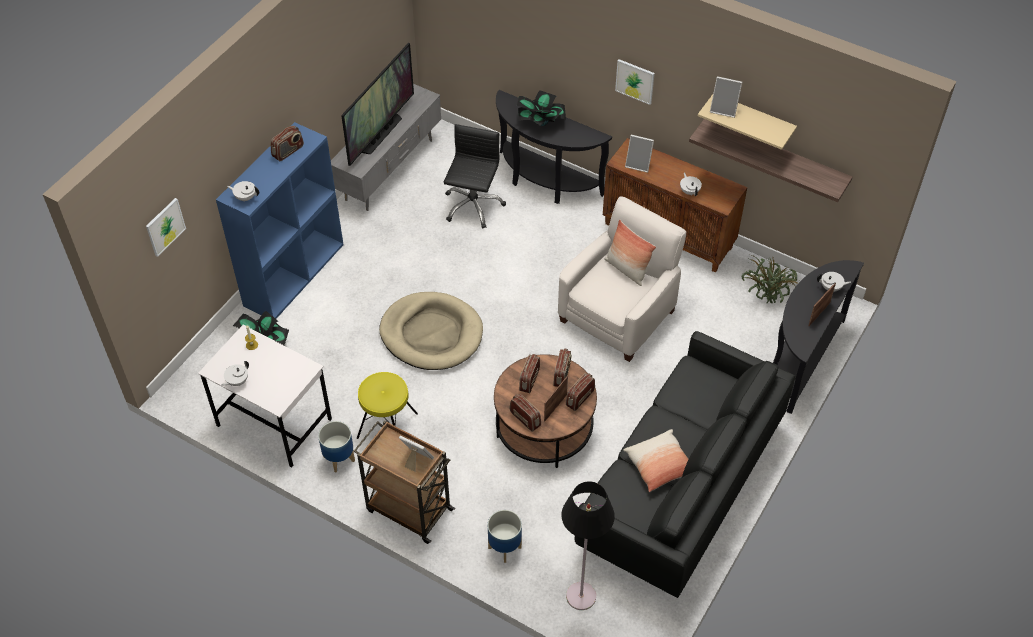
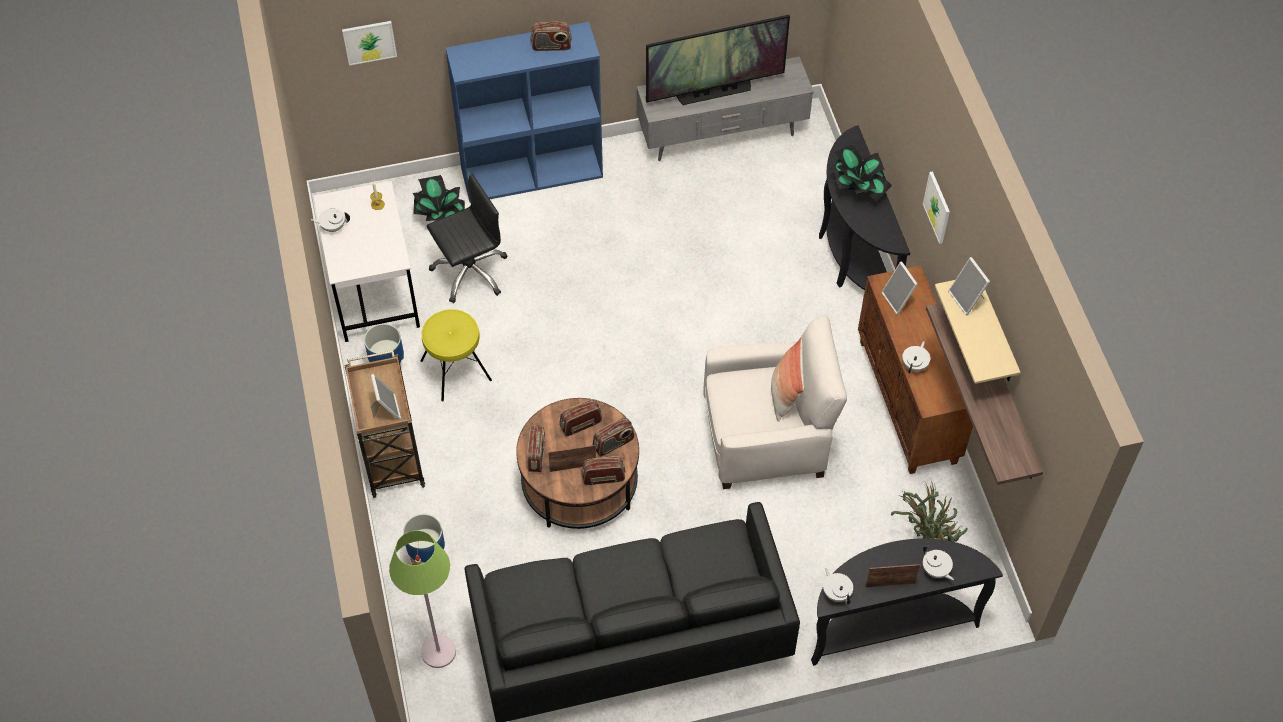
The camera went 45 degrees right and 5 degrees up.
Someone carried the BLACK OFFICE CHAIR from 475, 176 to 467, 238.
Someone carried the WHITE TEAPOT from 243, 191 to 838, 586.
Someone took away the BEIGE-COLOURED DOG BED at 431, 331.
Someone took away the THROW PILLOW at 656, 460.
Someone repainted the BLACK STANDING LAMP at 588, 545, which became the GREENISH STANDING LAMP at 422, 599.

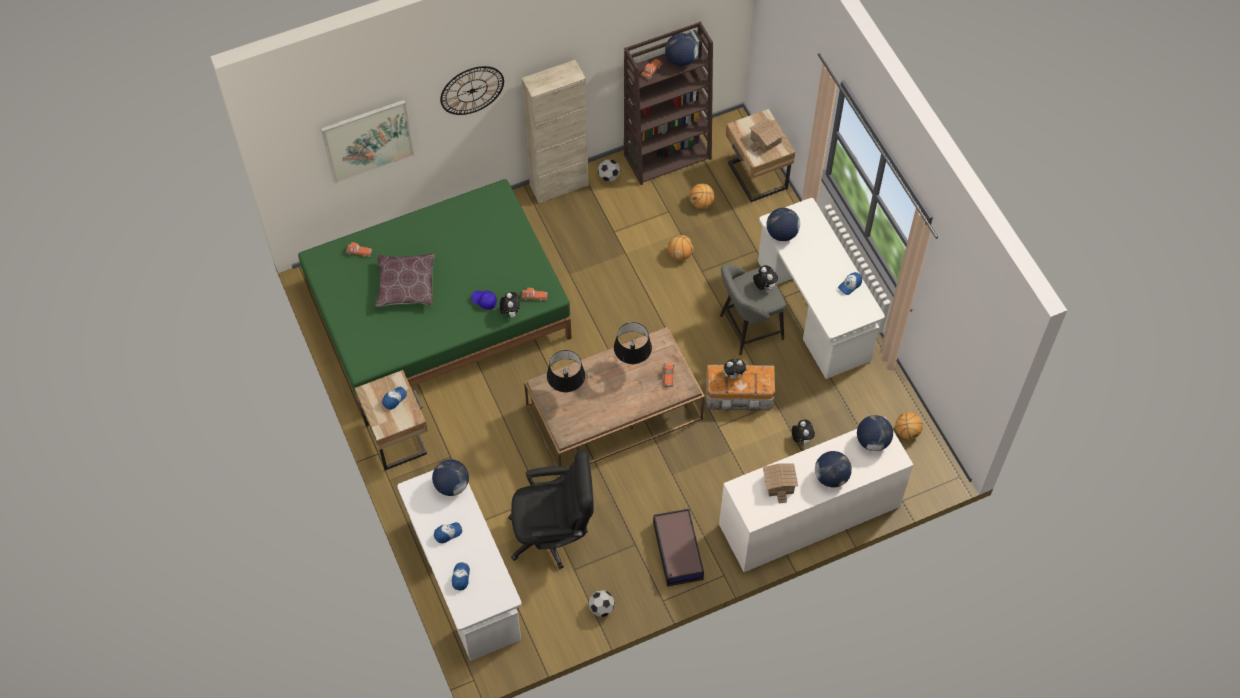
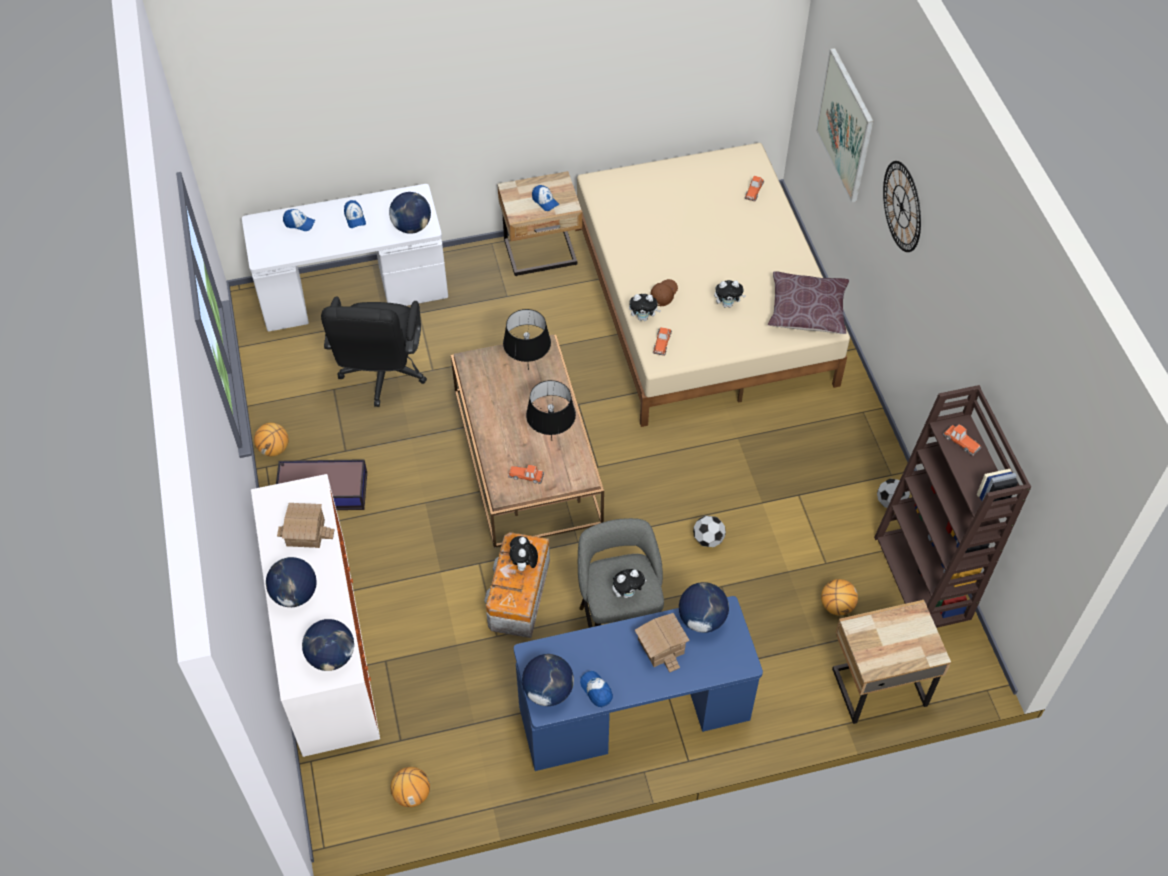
The camera went 100 degrees right and 5 degrees down.
Someone carried the WORLD GLOBE from 681, 50 to 548, 680.
Someone took away the BEIGE-COLOURED CUPBOARD at 555, 131.
Someone carried the TOY HOUSE from 766, 135 to 662, 643.
Someone repainted the GREENISH BED at 435, 298, which became the BEIGE-COLOURED BED at 712, 285.
Someone repainted the WHITE DESK TABLE at 821, 288, which became the BLUE-COLOURED DESK TABLE at 638, 683.
Someone carried the BALL FOR BASKETBALL from 681, 247 to 271, 439.
Someone carried the BROWN THROW PILLOW from 405, 280 to 808, 302.
Someone repainted the BLUE-COLOURED PEAKED CAP at 484, 300, which became the BROWN PEAKED CAP at 664, 292.
Someone carried the PLUSH TOY from 803, 432 to 730, 294.
Someone carried the BALL FOR FOOTBALL from 601, 603 to 709, 531.

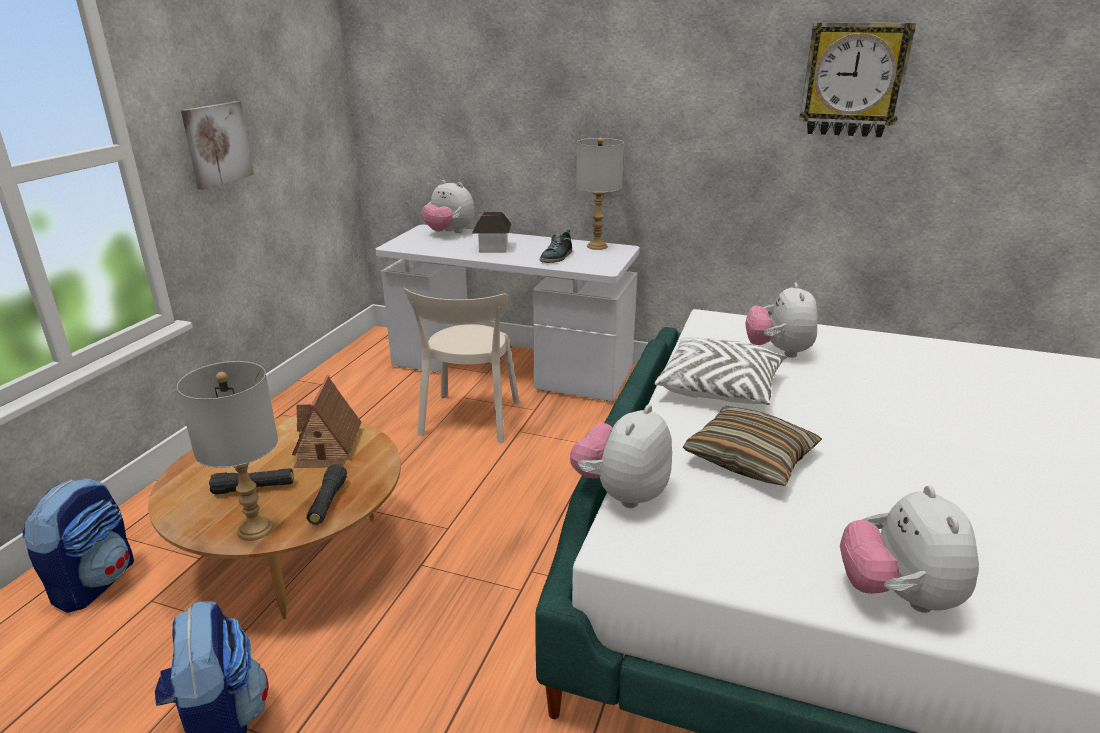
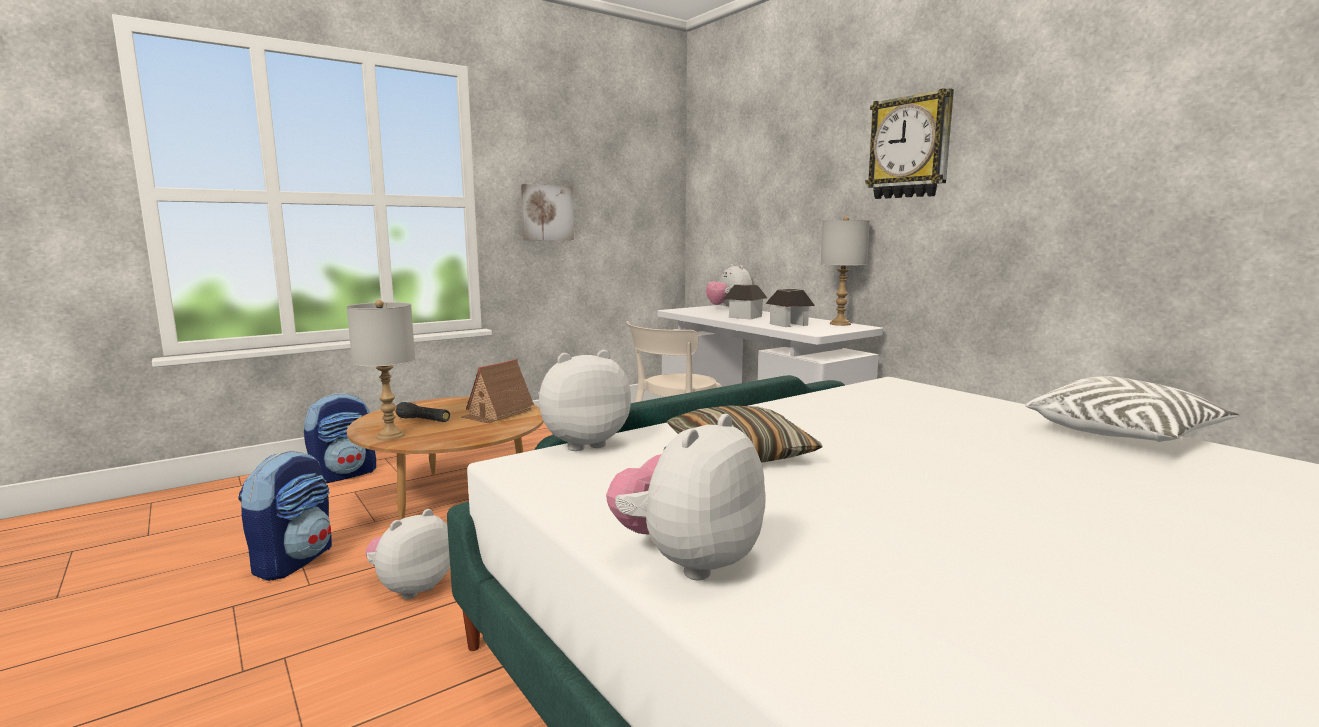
The camera went 35 degrees right and 15 degrees down.
Someone carried the WALL CLOCK from 857, 79 to 909, 143.
Someone swapped the LOW SHOE at 556, 246 for the TOY HOUSE at 790, 308.
Someone carried the PLUSH TOY from 781, 320 to 407, 554.
Someone carried the WHITE THROW PILLOW from 721, 371 to 1133, 409.
Someone took away the BLACK HAND TORCH at 327, 494.

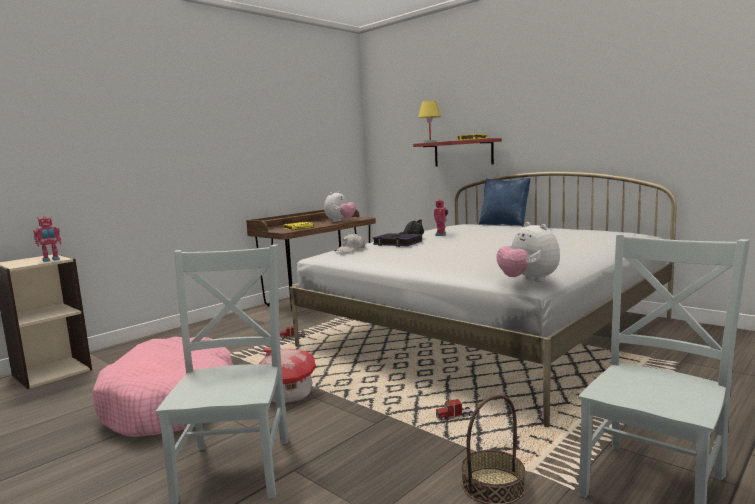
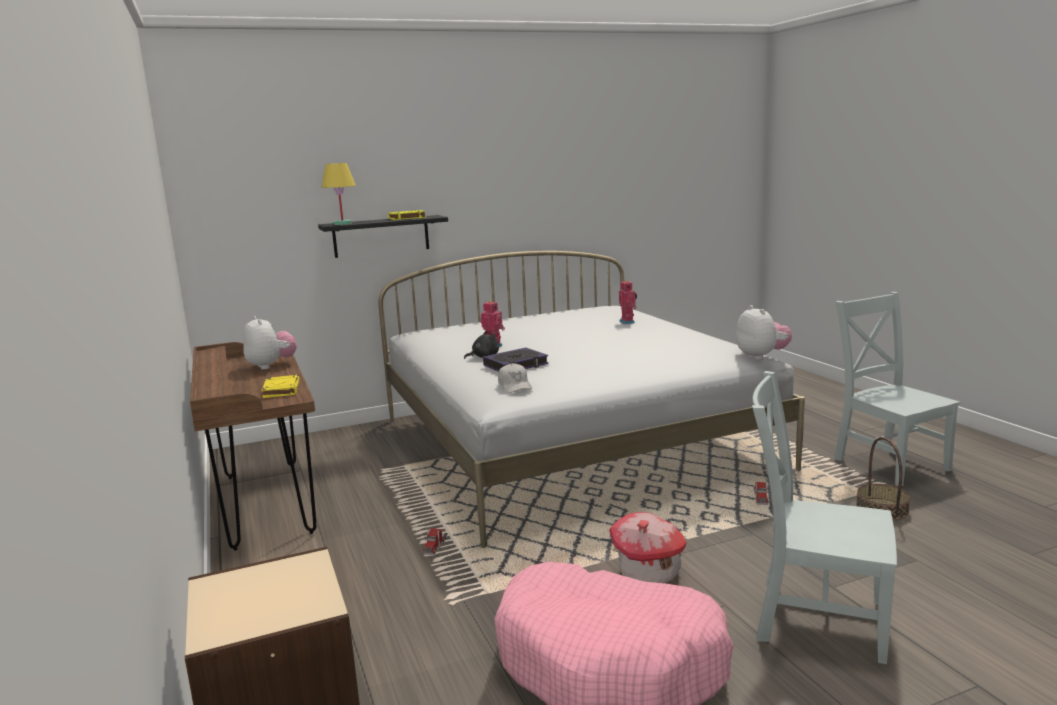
The camera went 65 degrees left and 5 degrees up.
Someone repainted the RED-COLOURED WALL SHELF at 457, 152, which became the BLACK WALL SHELF at 383, 236.
Someone took away the BLUE-COLOURED THROW PILLOW at 505, 202.
Someone carried the MODEL ROBOT from 47, 239 to 628, 302.
Someone rotated the PLUSH TOY at 528, 252 by 105 degrees counterclockwise.

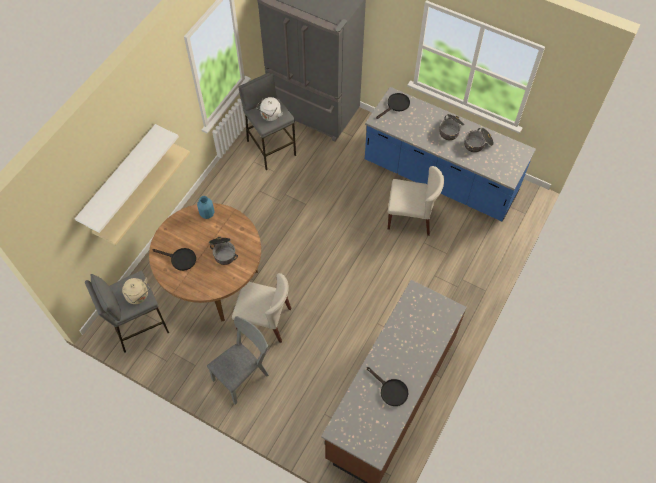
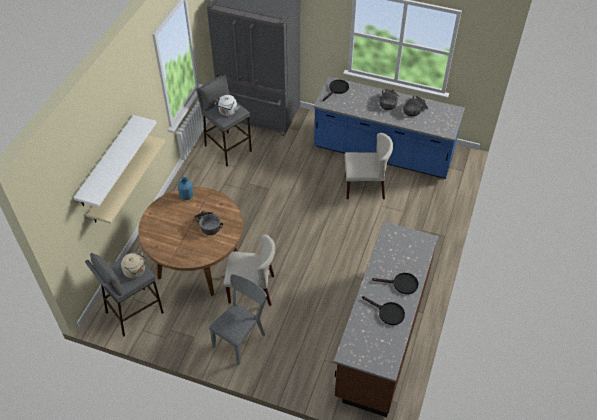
The camera went 10 degrees left and 10 degrees down.
Someone carried the BLACK FRYING PAN from 174, 259 to 395, 283.

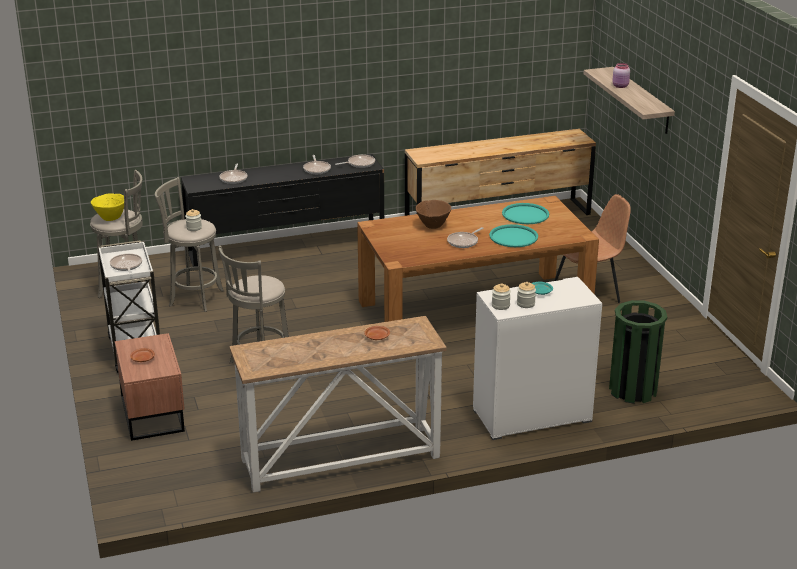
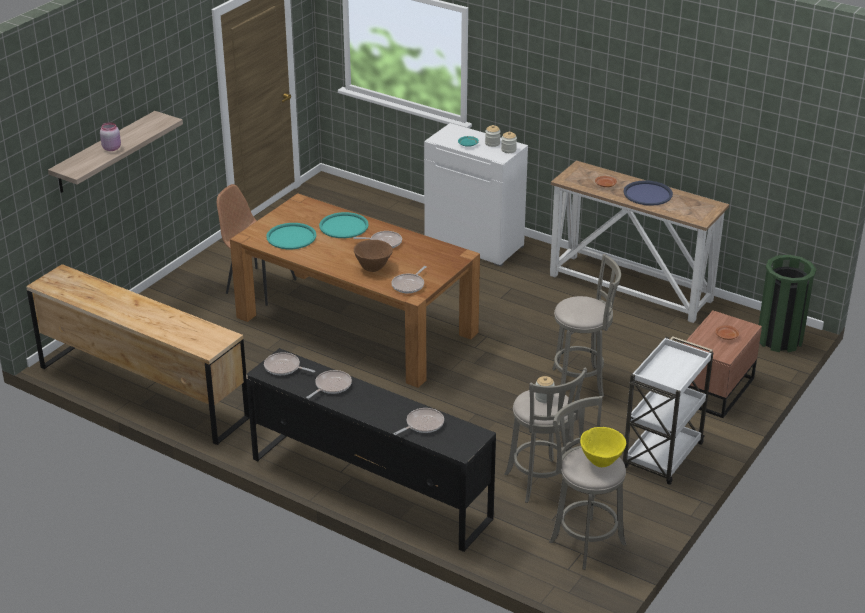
The camera went 130 degrees left and 5 degrees up.
Someone carried the FRYING PAN from 126, 265 to 409, 279.
Someone carried the GREENISH RUBBISH BIN from 638, 352 to 787, 303.
Someone put down the BLUE-COLOURED CARRYING TRAY at 648, 193.

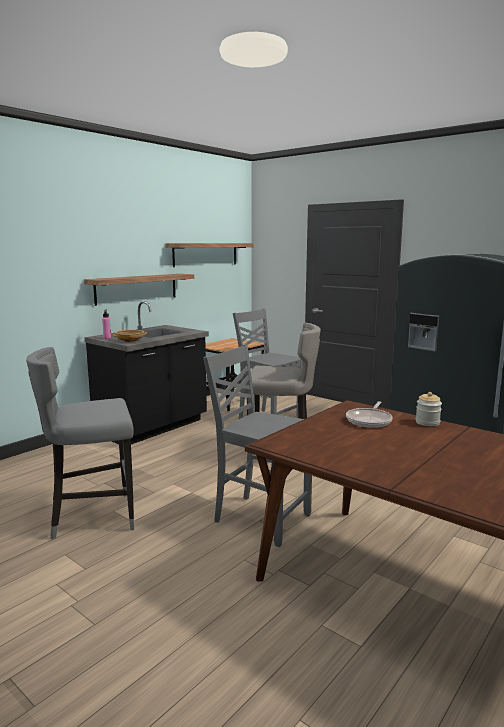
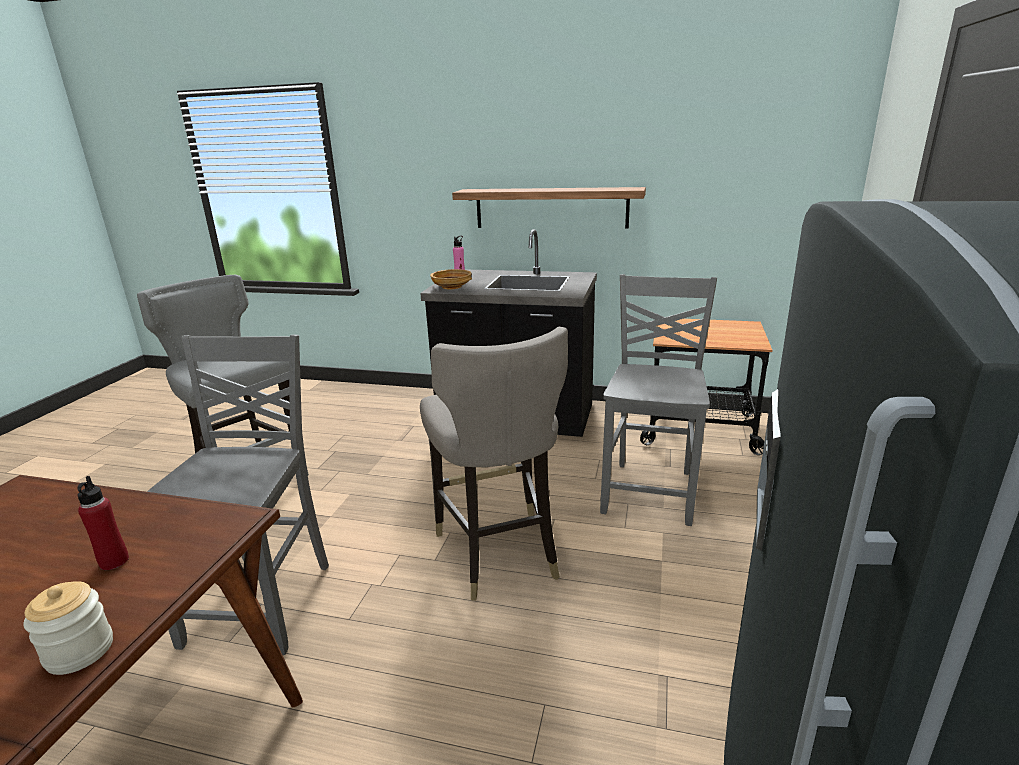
The camera went 65 degrees right and 10 degrees up.
Someone took away the WALL SHELF at 209, 255.
Someone swapped the FRYING PAN at 369, 414 for the RED-COLOURED BEVERAGE BOTTLE at 103, 523.

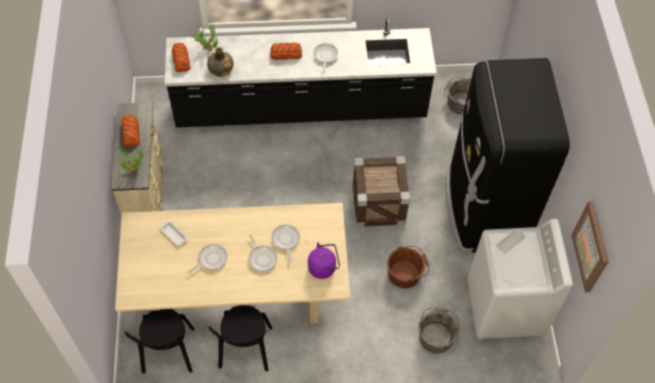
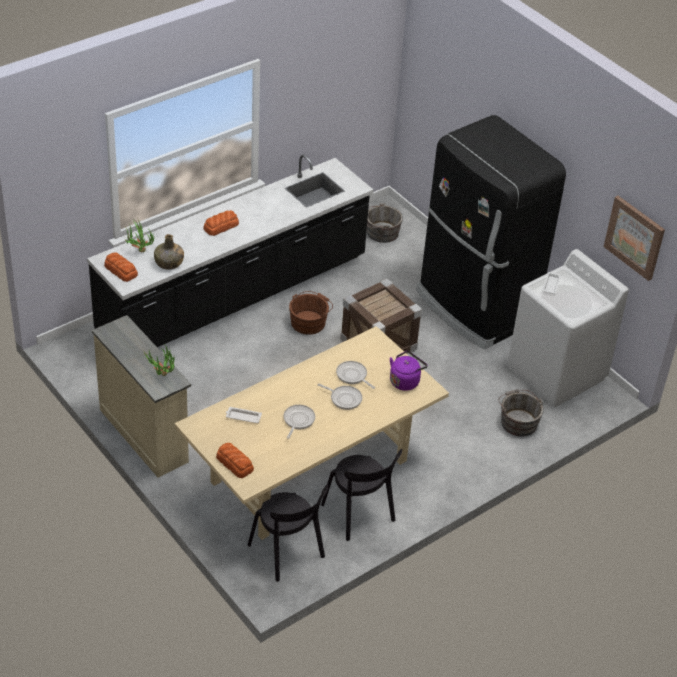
The camera went 35 degrees left and 15 degrees down.
Someone took away the FRYING PAN at 325, 58.
Someone carried the BREAD from 131, 131 to 235, 460.
Someone carried the BROWN BUCKET from 408, 267 to 311, 313.

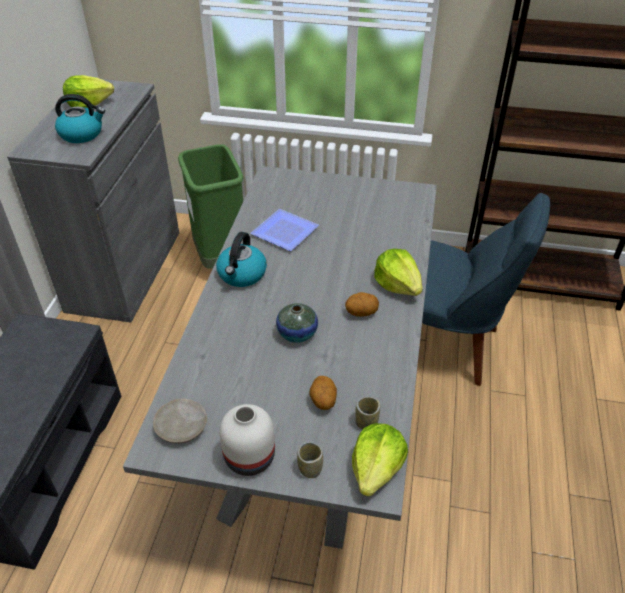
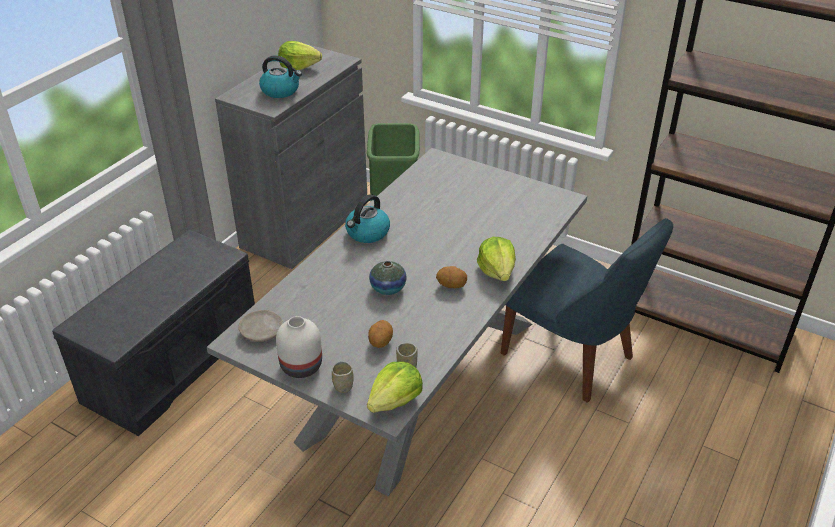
The camera went 20 degrees right and 5 degrees down.
Someone took away the FLAT DISH at 285, 230.

